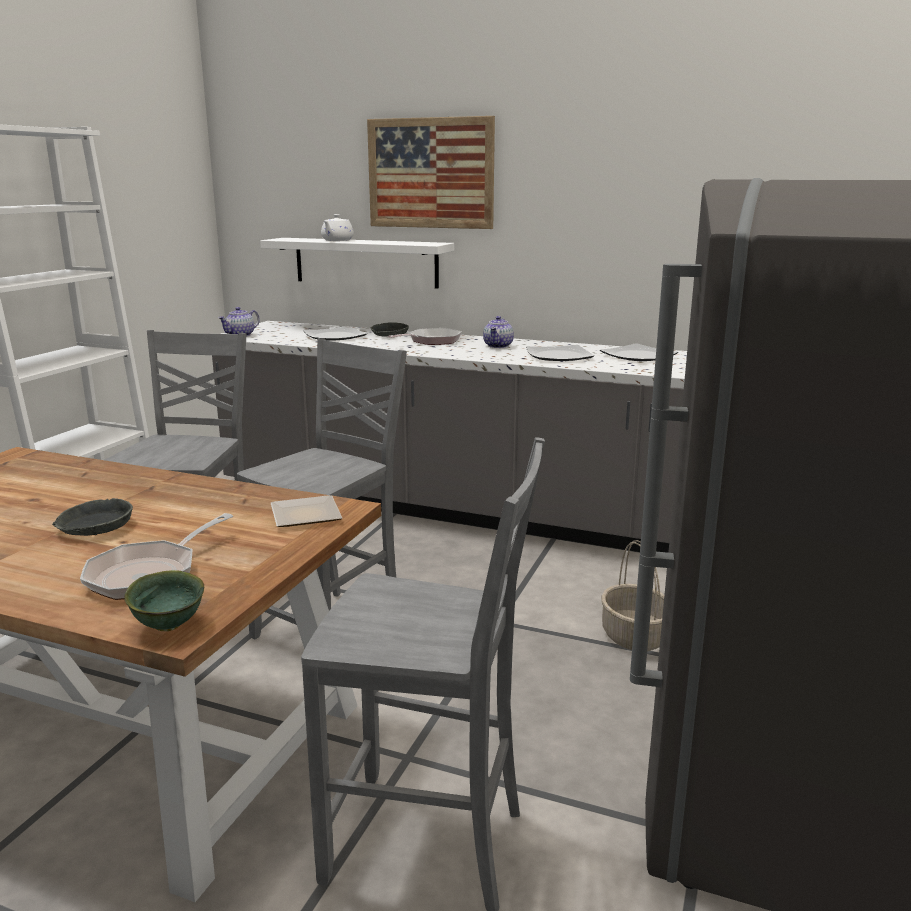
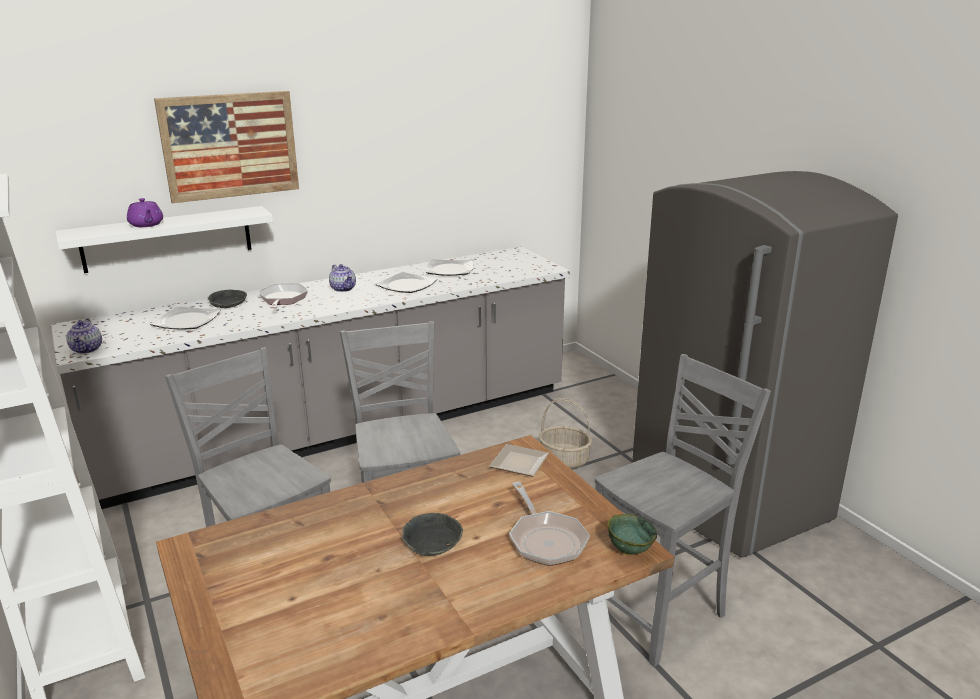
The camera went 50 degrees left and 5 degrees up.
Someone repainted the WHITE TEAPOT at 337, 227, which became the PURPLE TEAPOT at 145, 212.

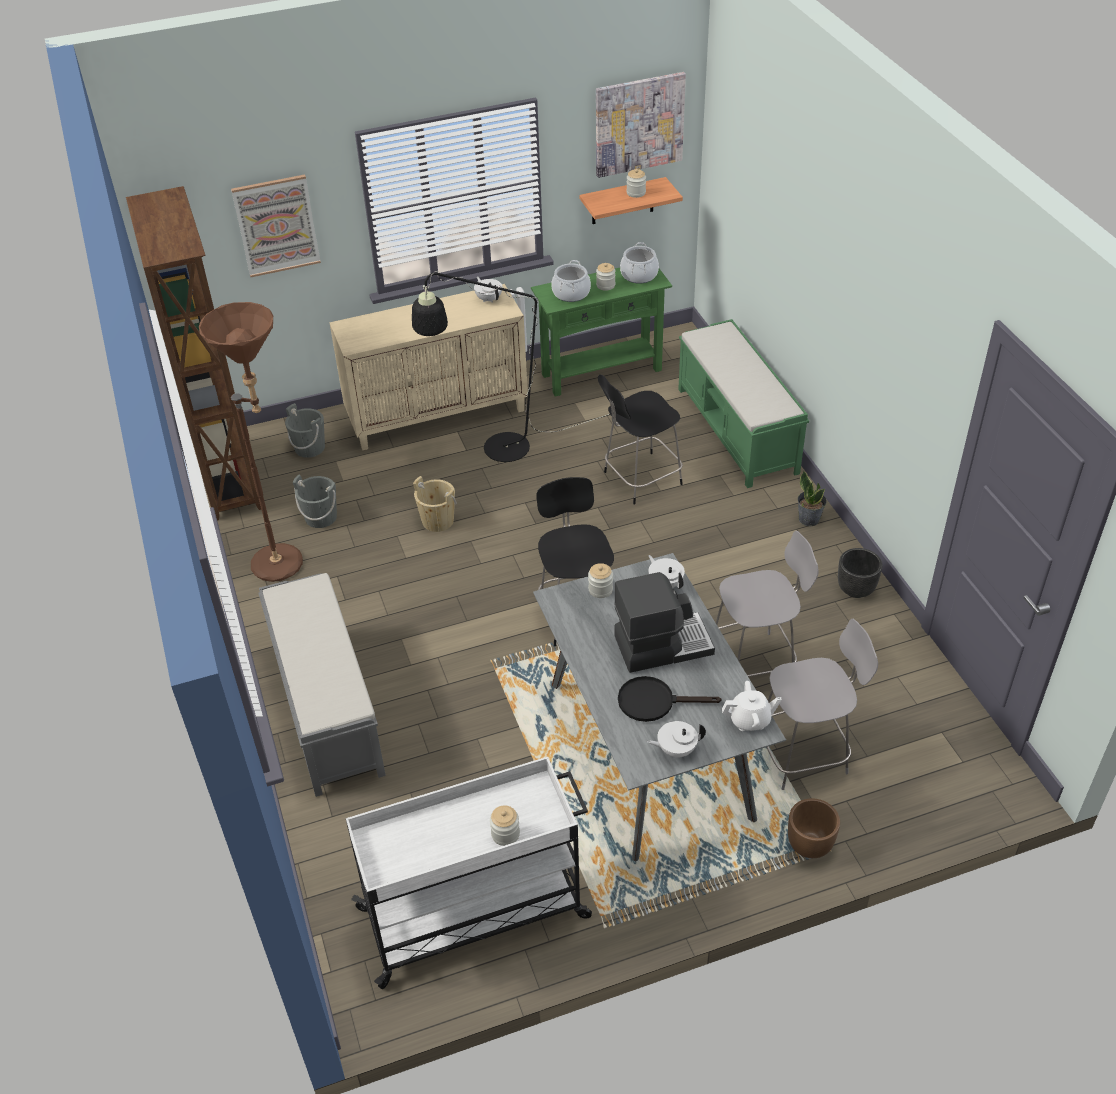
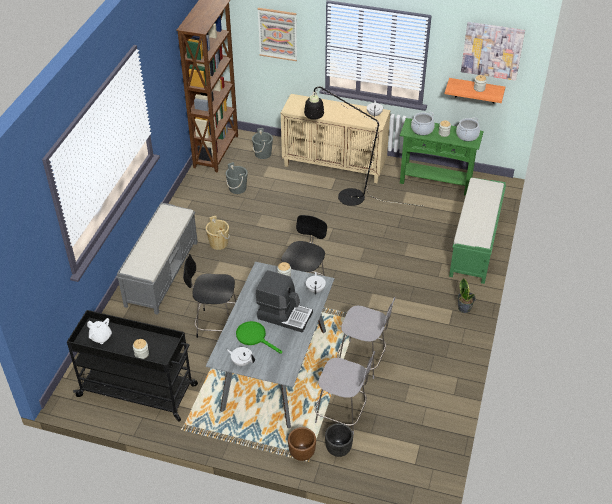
The camera went 35 degrees right and 0 degrees up.
Someone took away the BROWN STANDING LAMP at 251, 442.
Someone carried the BLACK UPRIGHT CHAIR from 640, 439 to 209, 296.
Someone carried the BEIGE-COLOURED BUCKET from 435, 504 to 218, 233.
Someone carried the BLACK FLOWER POT from 860, 573 to 339, 440.
Someone repainted the BLACK FRYING PAN at 670, 699, which became the GREENISH FRYING PAN at 259, 337.
Someone carried the WHITE TEAPOT from 752, 706 to 99, 331.
Someone repainted the WHITE WHEELED CART at 469, 873, which became the BLACK WHEELED CART at 132, 366.

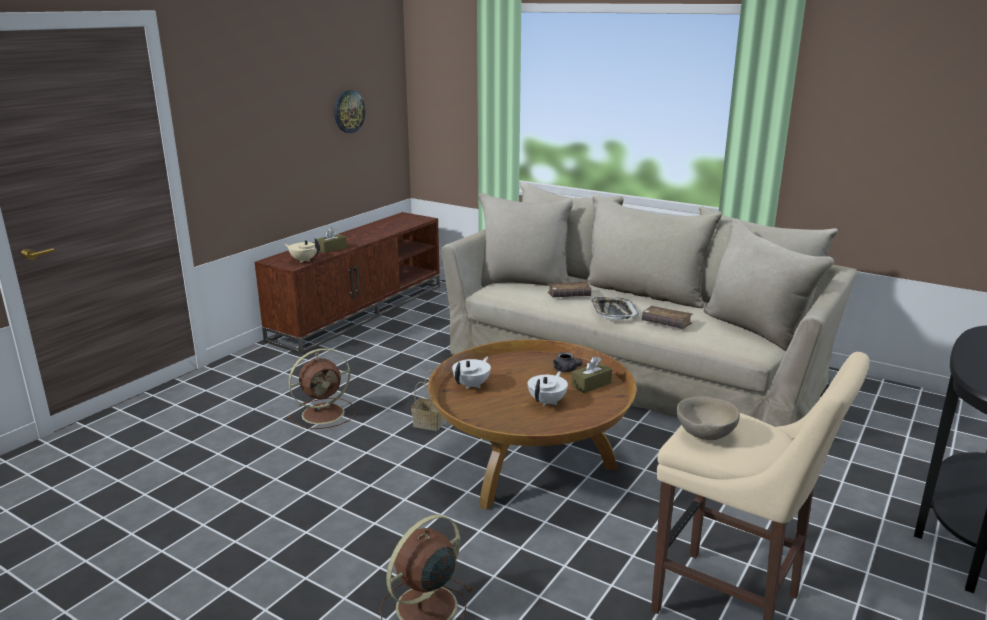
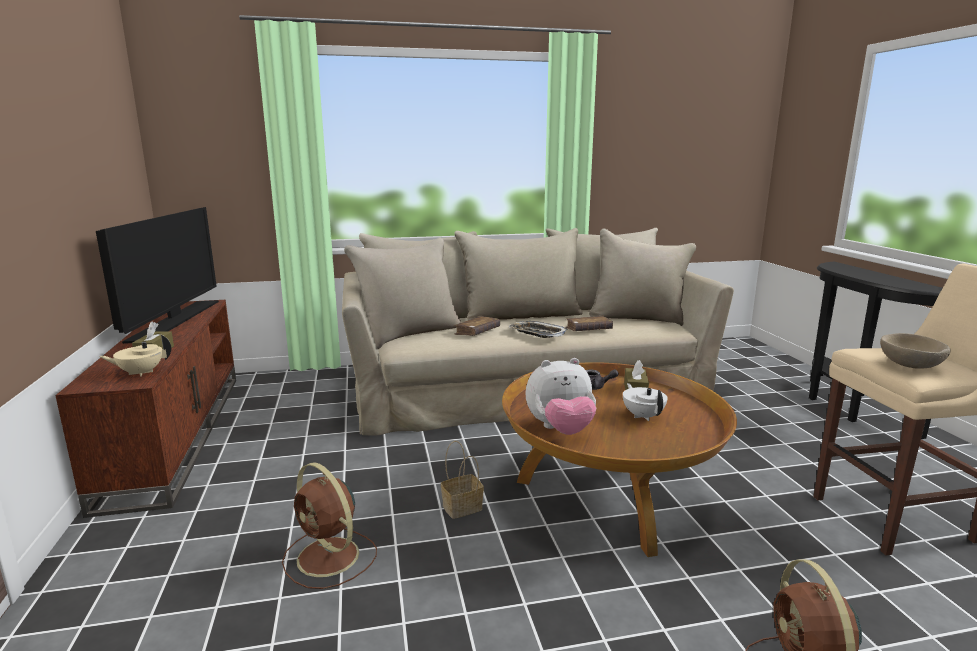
The camera went 45 degrees left and 5 degrees down.
Someone took away the WALL CLOCK at 349, 111.
Someone rotated the BROWN ELECTRIC FAN at 322, 388 by 120 degrees clockwise.
Someone swapped the WHITE TEAPOT at 471, 373 for the PLUSH TOY at 561, 396.
Someone put down the TELEVISION at 157, 275.

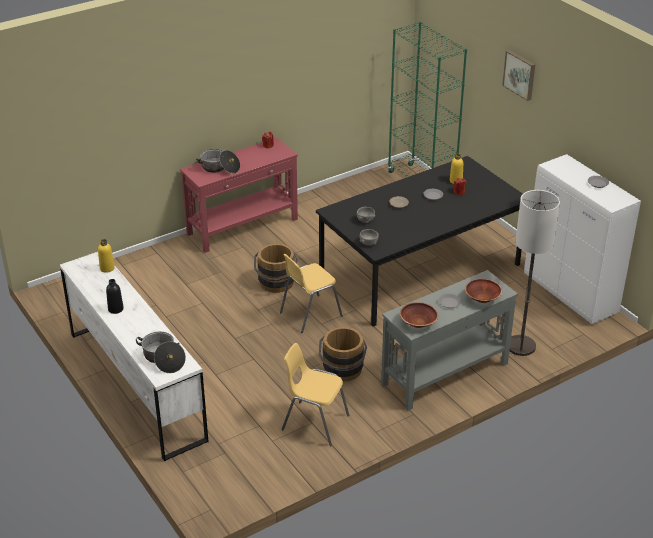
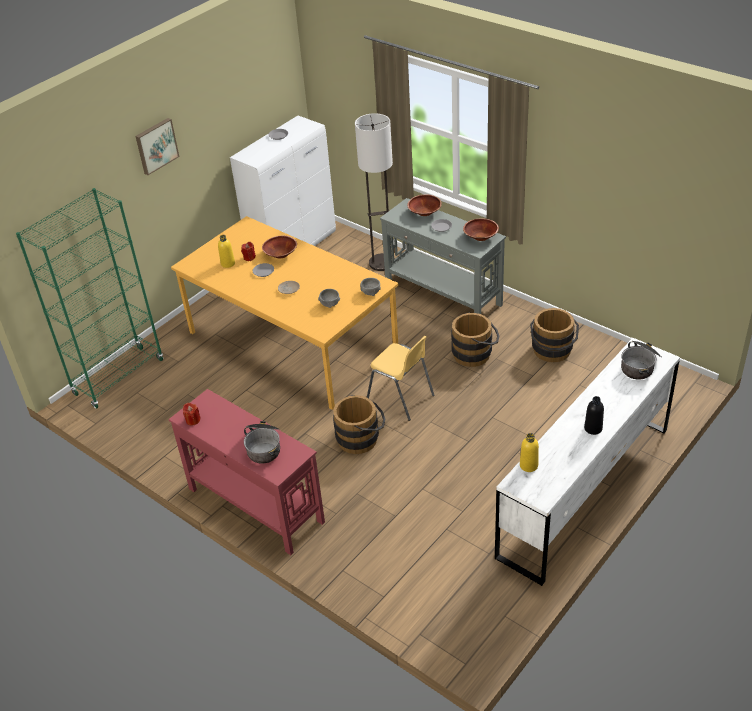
The camera went 105 degrees left and 5 degrees up.
Someone repainted the BLACK DINNER TABLE at 419, 241, which became the ORANGEY DINNER TABLE at 284, 313.
Someone swapped the YELLOW UPRIGHT CHAIR at 315, 394 for the BROWN BUCKET at 554, 335.
Someone put down the BROWN DEEP DISH at 279, 247.

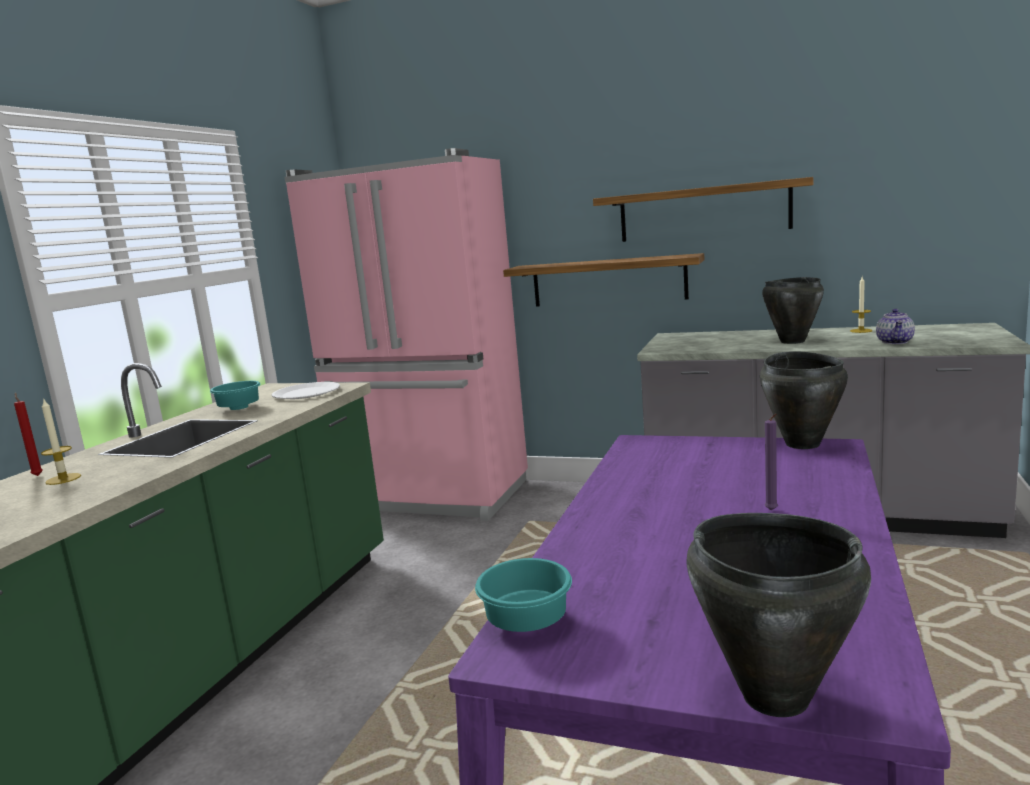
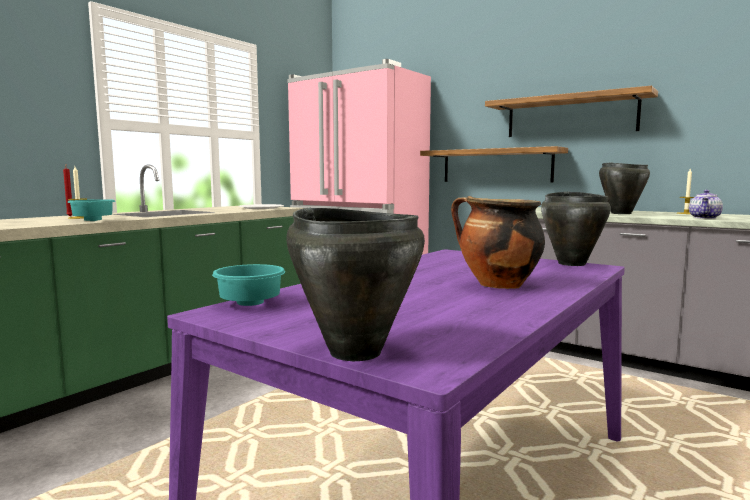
The camera went 15 degrees right and 5 degrees down.
Someone carried the TURQUOISE DEEP DISH from 235, 395 to 91, 210.
Someone swapped the PURPLE WAX LIGHT at 771, 462 for the SAUCEPOT at 498, 242.

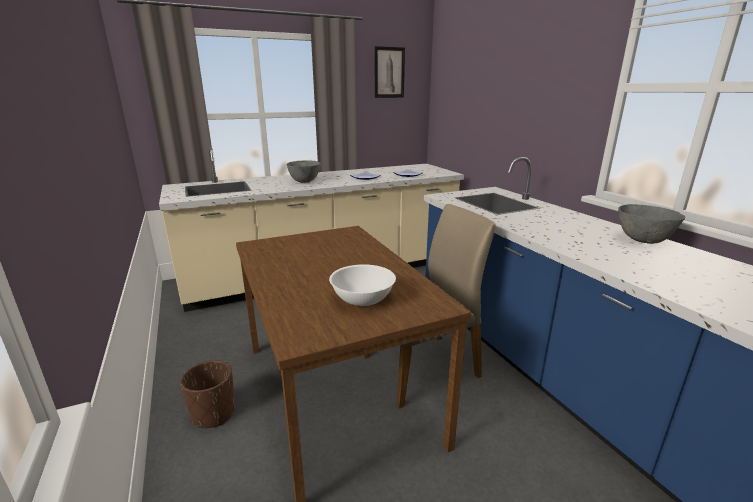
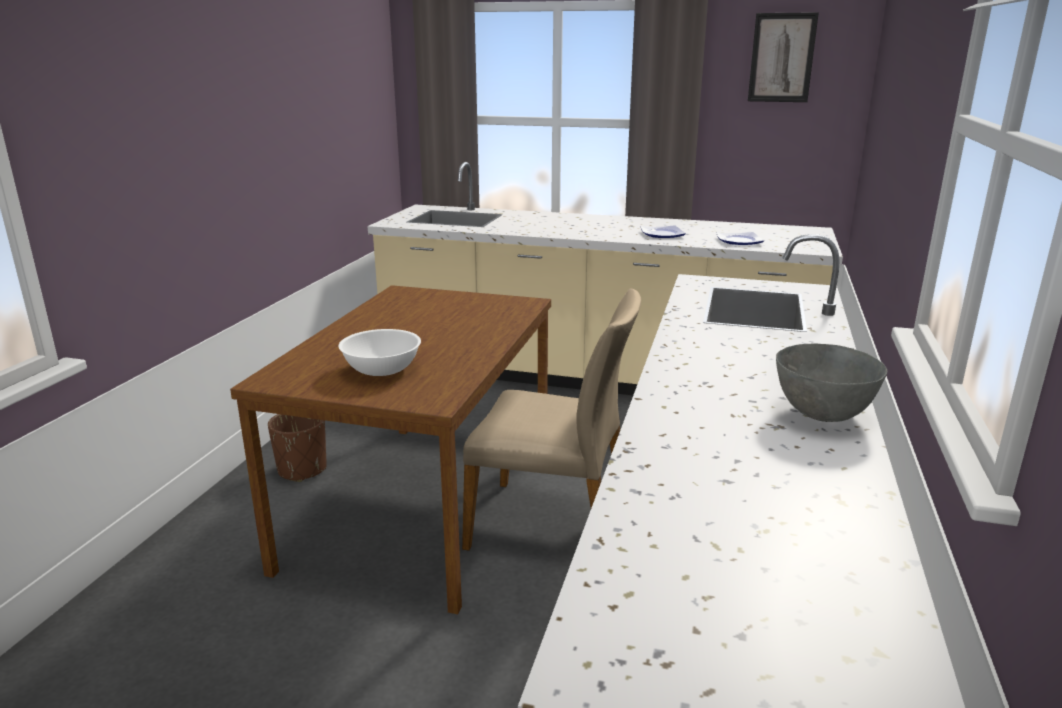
The camera went 40 degrees right and 0 degrees up.
Someone took away the GREY DEEP DISH at 303, 171.

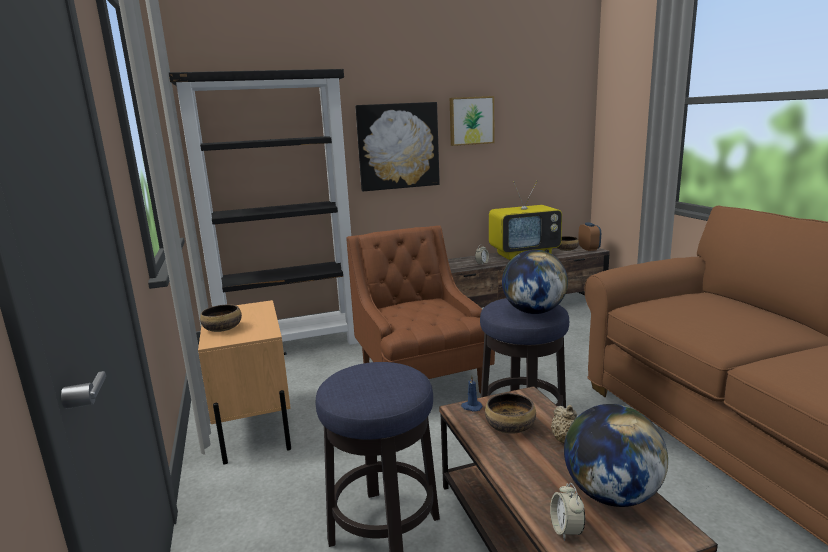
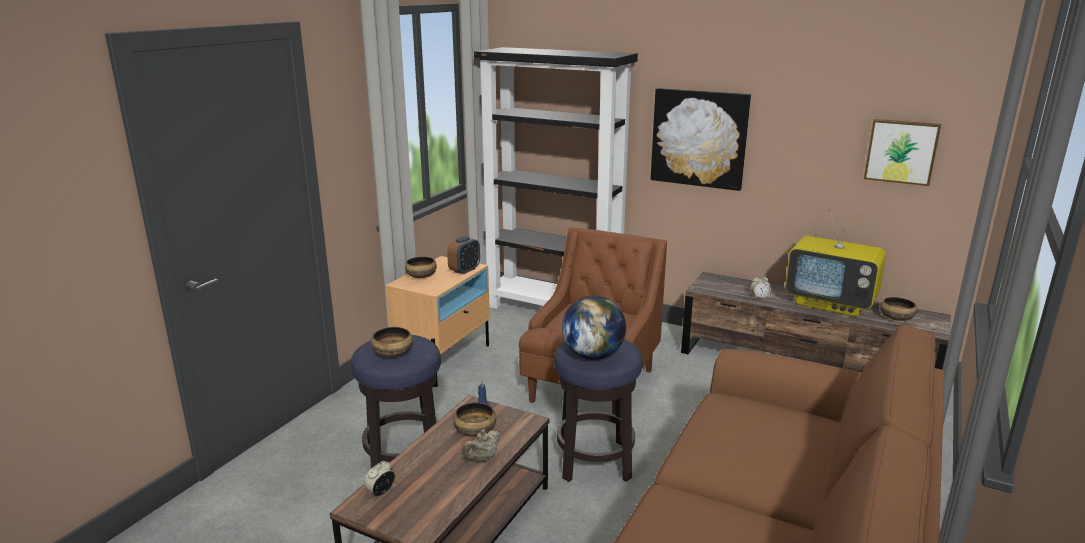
The camera went 45 degrees right and 5 degrees up.
Someone carried the WALL PICTURE from 472, 121 to 902, 152.
Someone carried the BEDSIDE CLOCK from 589, 236 to 463, 255.
Someone took away the WORLD GLOBE at 616, 455.
Someone put down the DEEP DISH at 392, 342.

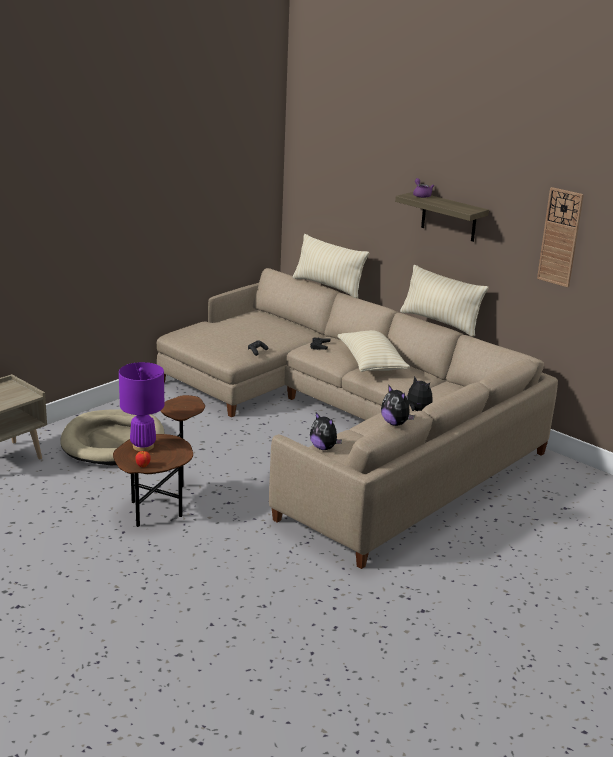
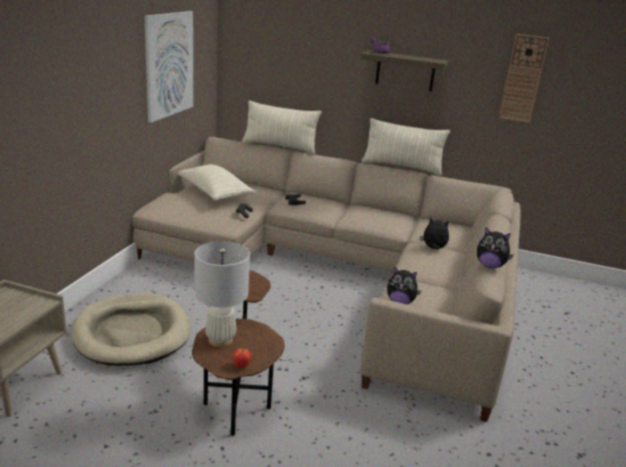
The camera went 25 degrees left and 0 degrees up.
Someone carried the BEIGE-COLOURED THROW PILLOW from 373, 351 to 217, 182.
Someone repainted the PURPLE LAMP FOR A TABLE at 141, 406, which became the WHITE LAMP FOR A TABLE at 222, 294.
Someone put up the WALL PICTURE at 168, 67.

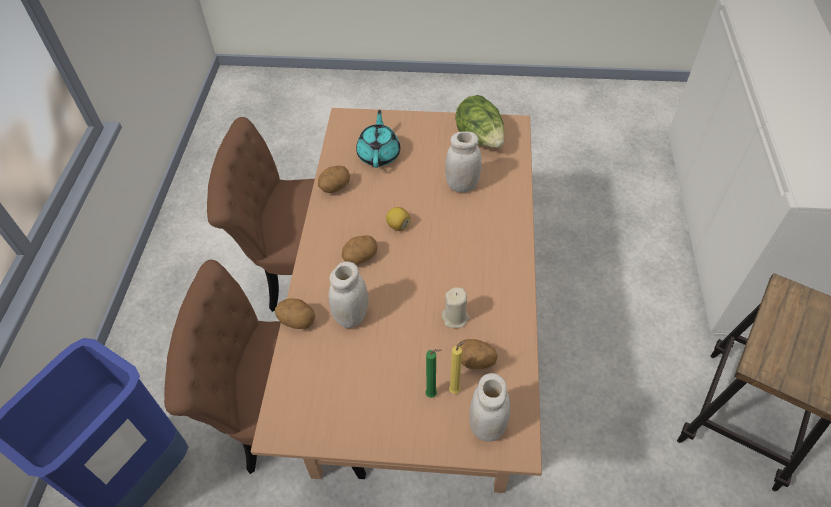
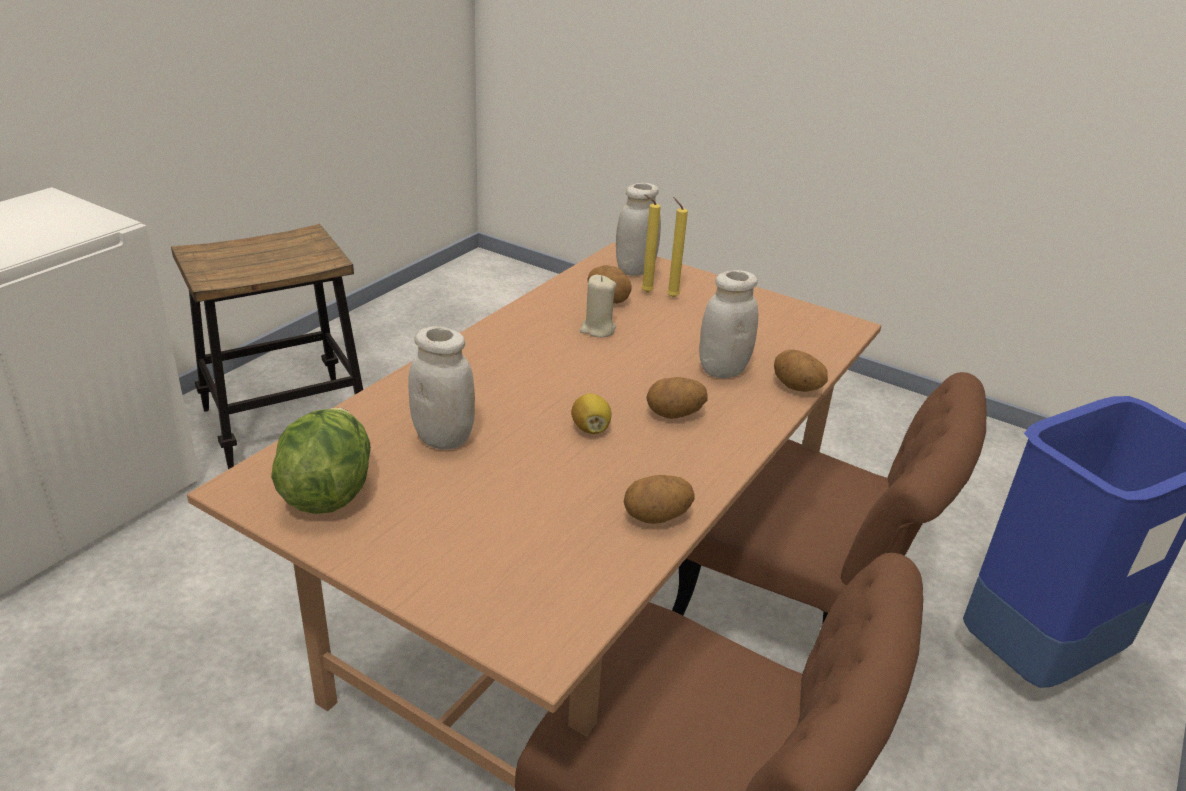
The camera went 155 degrees left and 20 degrees down.
Someone took away the TURQUOISE TEAPOT at 378, 139.
Someone repainted the GREENISH WAX LIGHT at 434, 373, which became the YELLOW WAX LIGHT at 677, 247.

